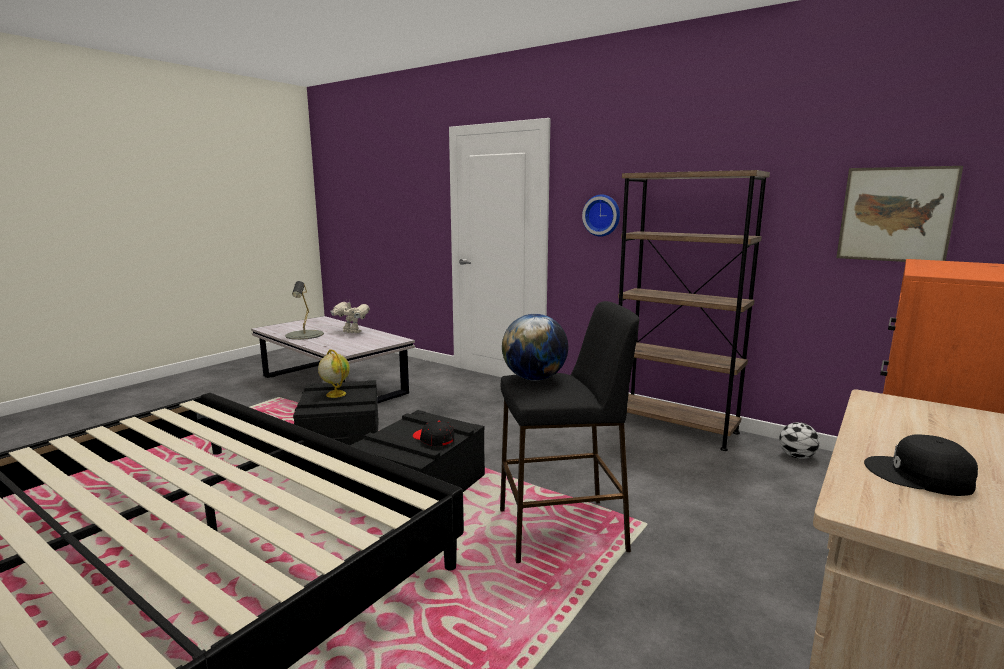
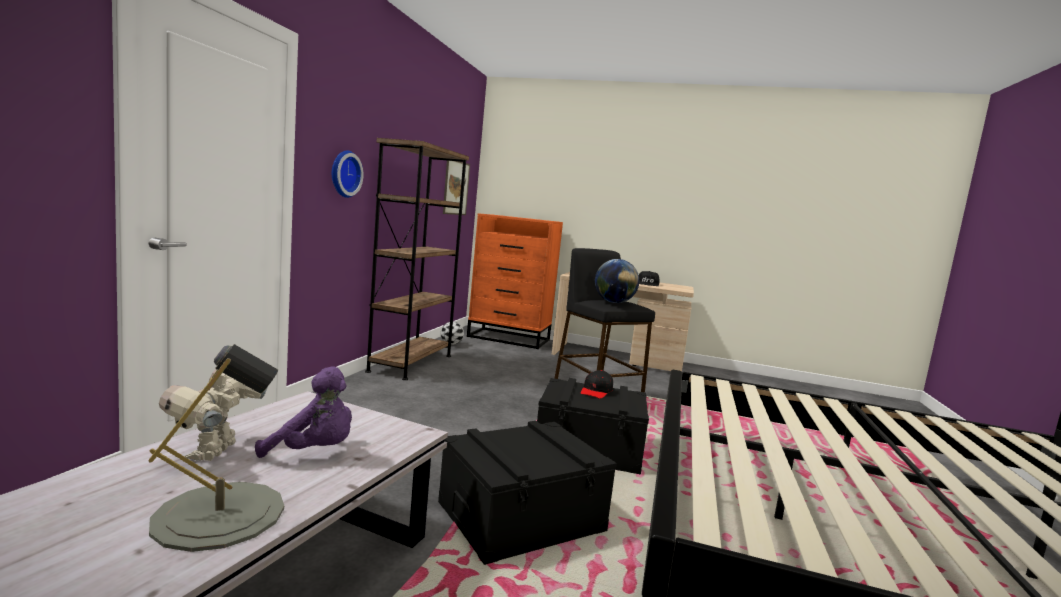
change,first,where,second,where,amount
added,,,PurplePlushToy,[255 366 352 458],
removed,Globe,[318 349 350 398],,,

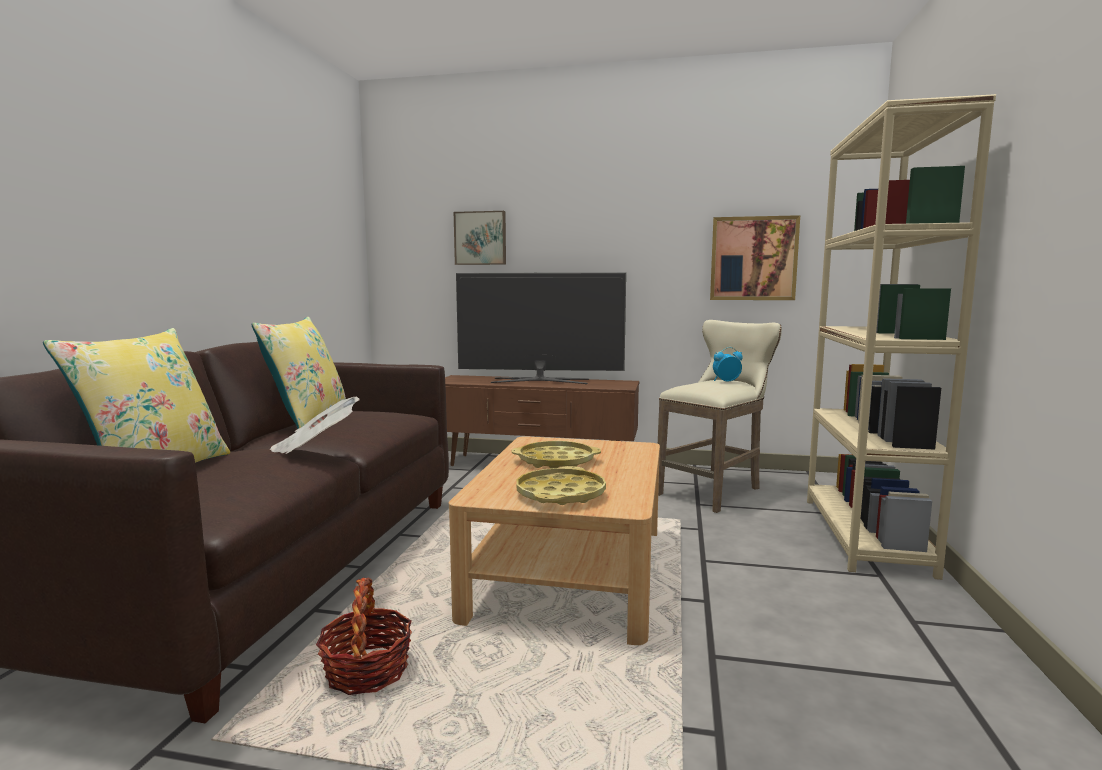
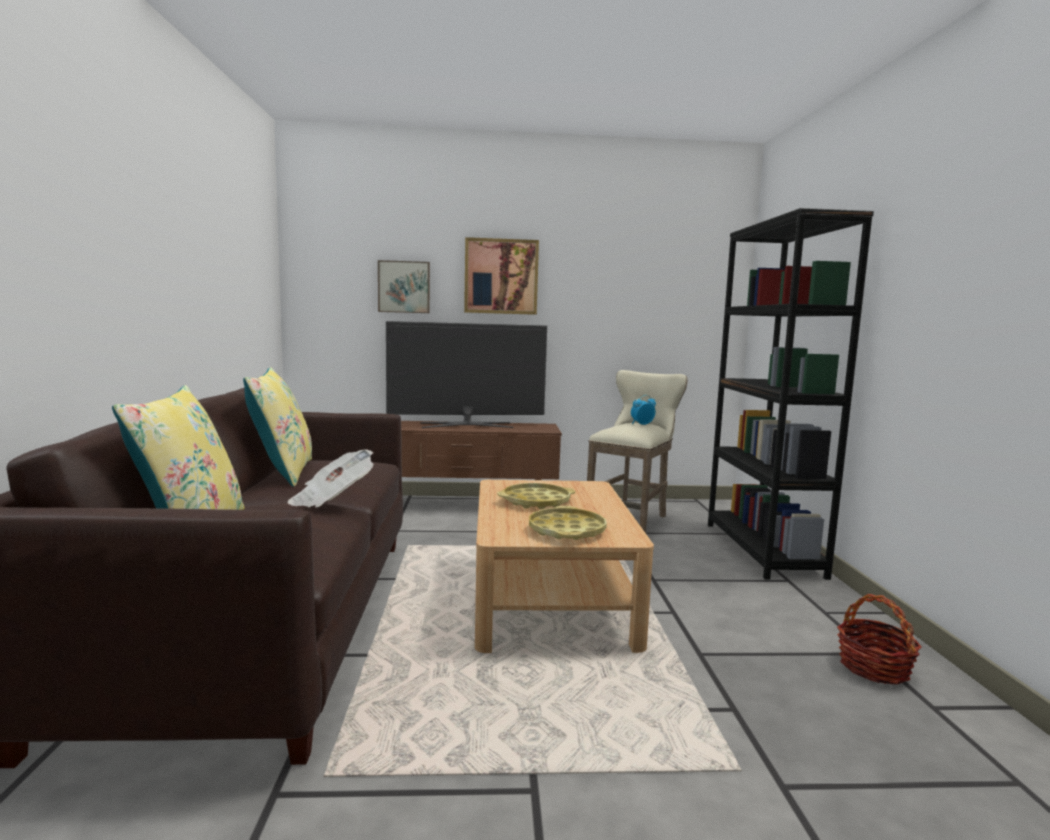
change,first,where,second,where,amount
moved,Picture,[710 215 800 300],,[464 237 539 315],
recoloured,BeigeBookcase,[807 94 996 580],BlackBookcase,[708 208 874 580],
moved,Basket,[316 578 412 695],,[837 594 922 685],

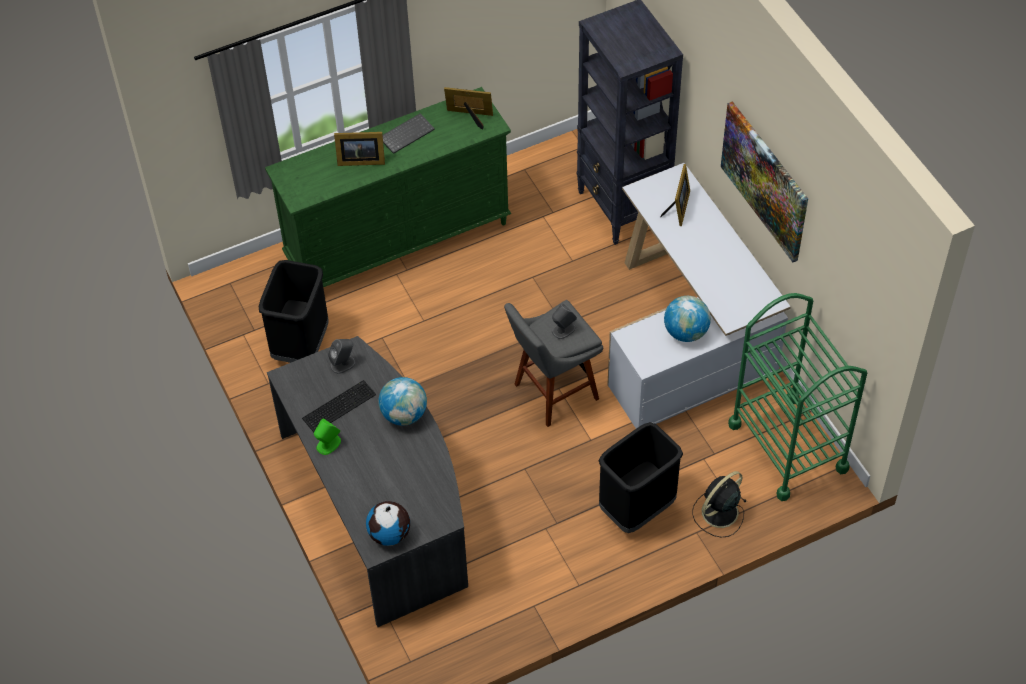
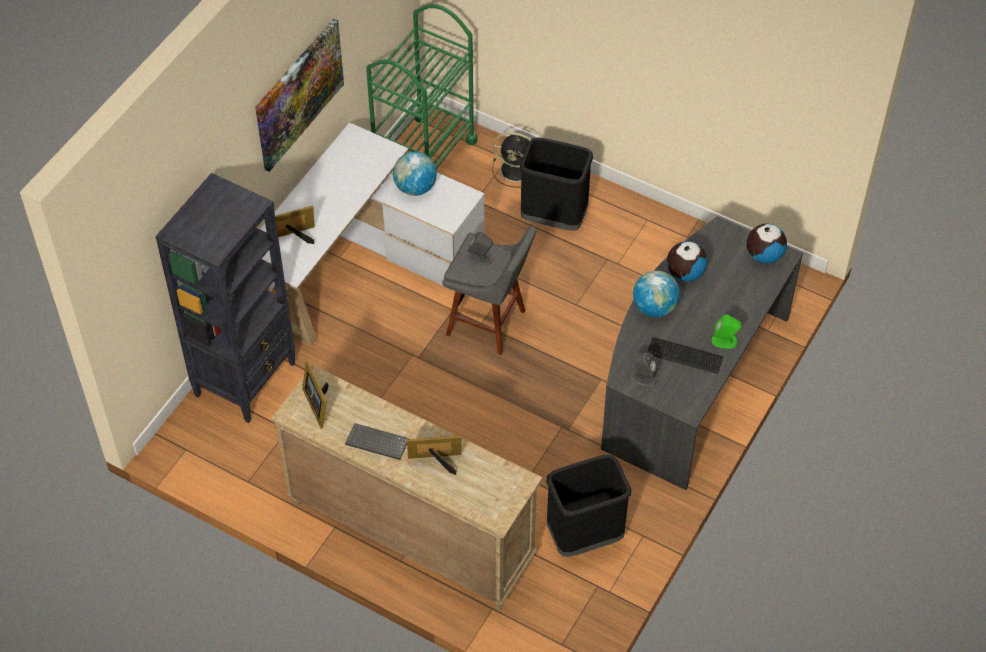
change,first,where,second,where,amount
recoloured,GreenDresser,[265 87 511 287],BeigeDresser,[271 365 542 610],
turned,PictureFrame,[334 132 385 166],,[407 435 462 475],60 degrees counterclockwise
added,,,Globe,[667 241 707 282],

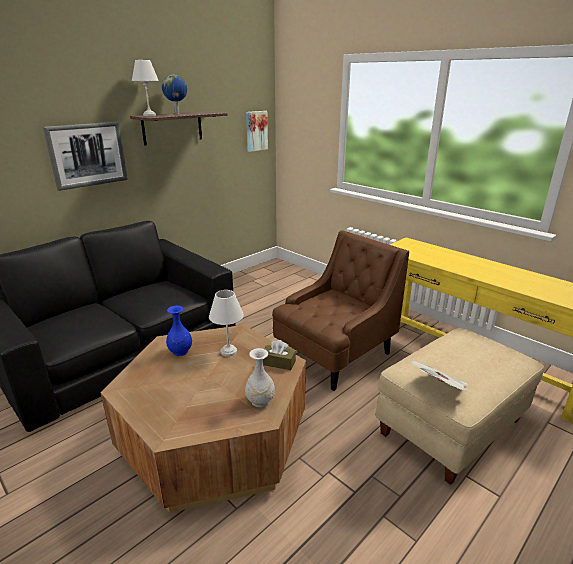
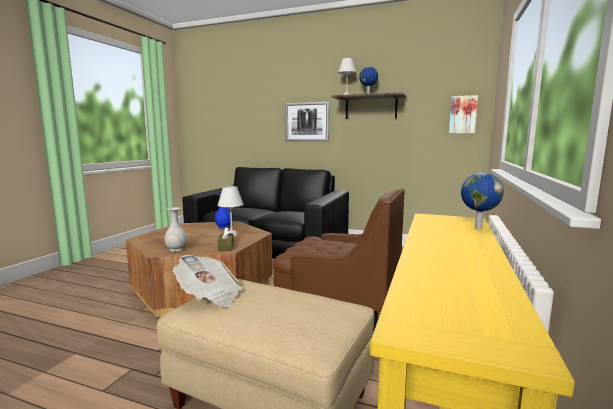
change,first,where,second,where,amount
added,,,Globe,[461 173 504 229],

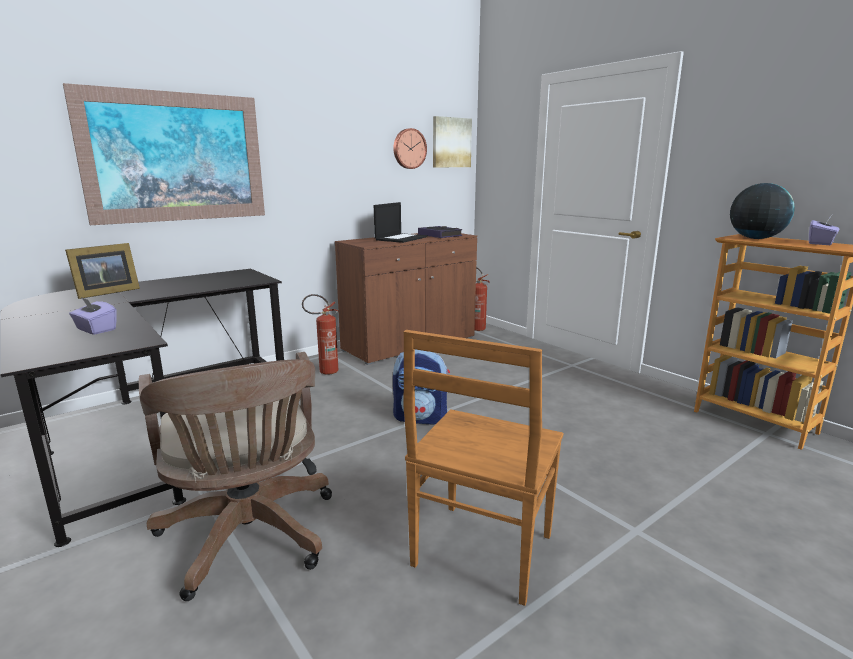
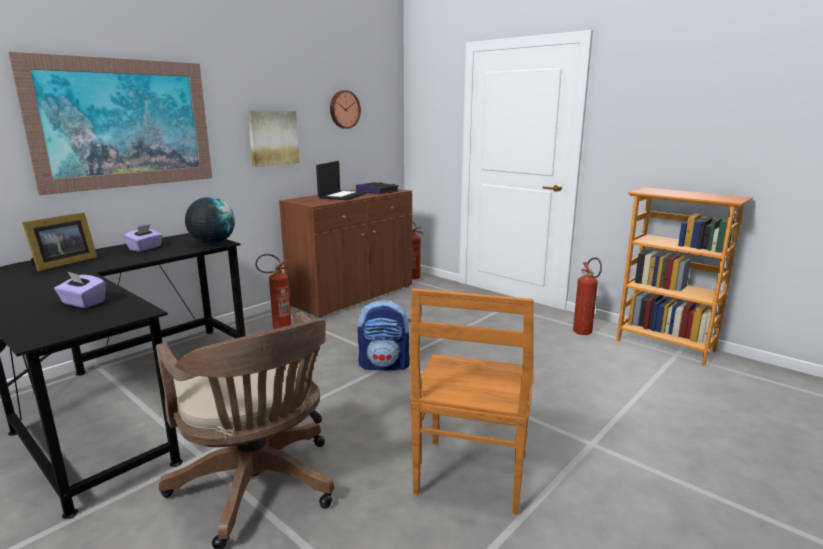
change,first,where,second,where,amount
moved,PurpleTissueBox,[809 214 839 245],,[123 224 163 252],
moved,Globe,[730 183 795 239],,[185 197 235 244],
moved,Picture,[433 116 472 167],,[247 110 299 167],
added,,,FireExtinguisher,[573 258 602 335],

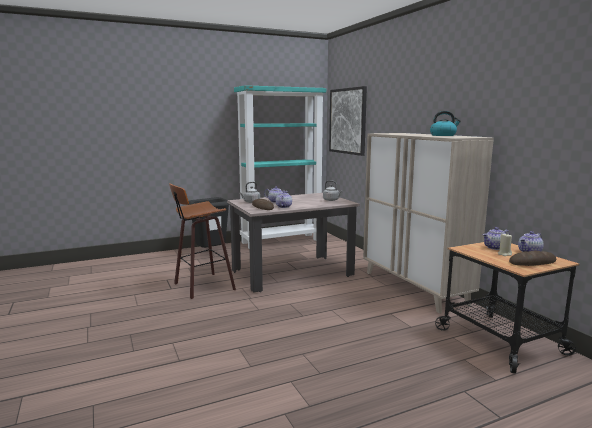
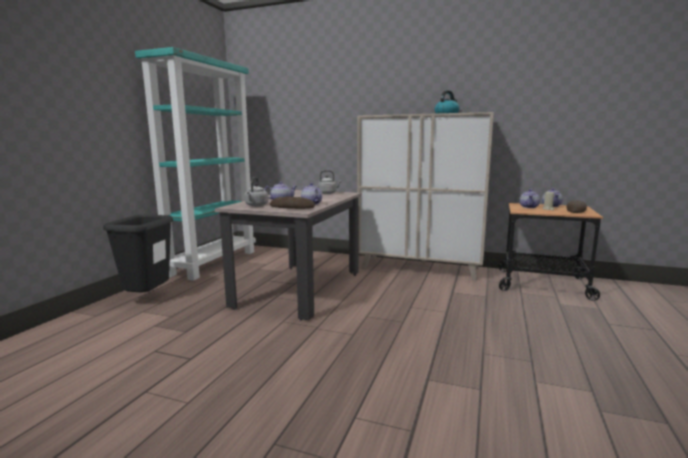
change,first,where,second,where,amount
removed,Stool,[169 183 236 299],,,
removed,Picture,[329 86 367 156],,,

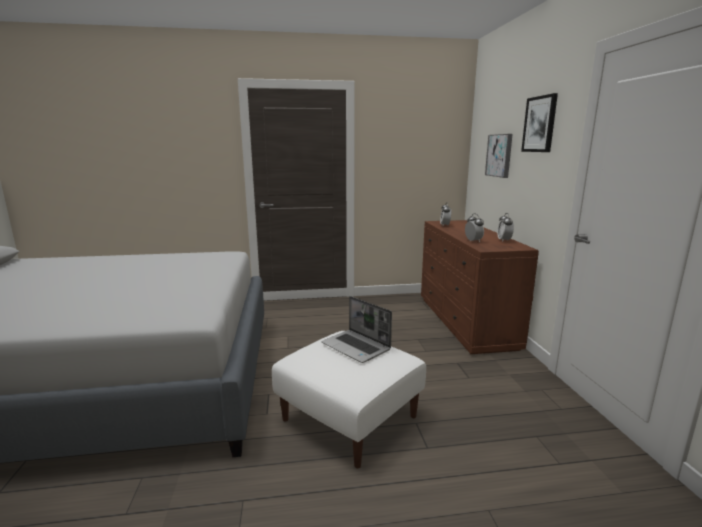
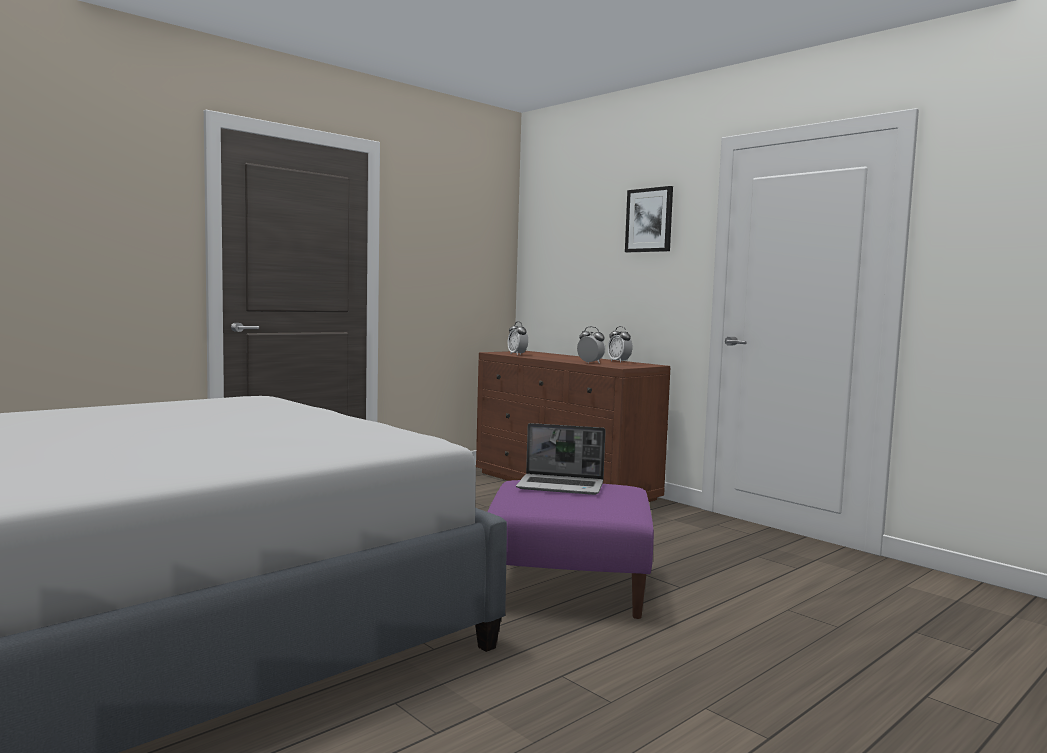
change,first,where,second,where,amount
recoloured,WhiteOttoman,[272 331 426 468],PurpleOttoman,[488 480 654 619],
removed,Picture,[485 134 513 178],,,

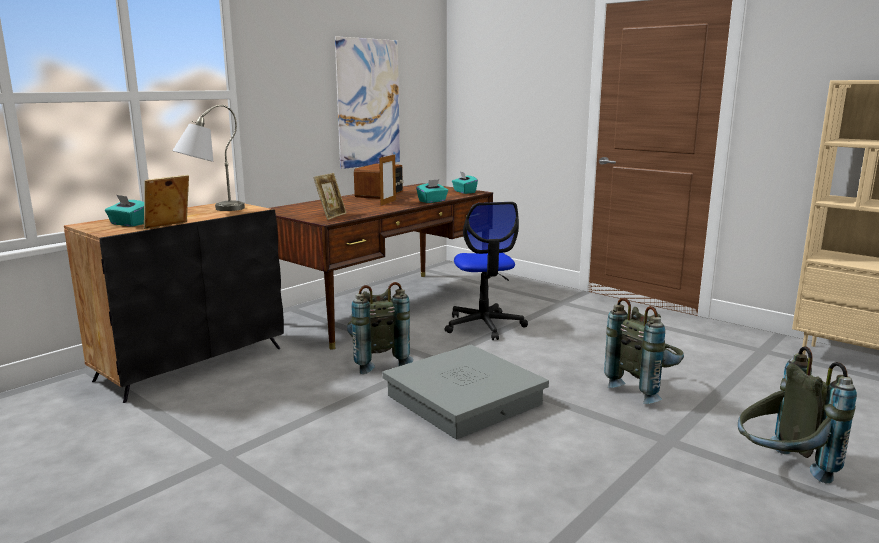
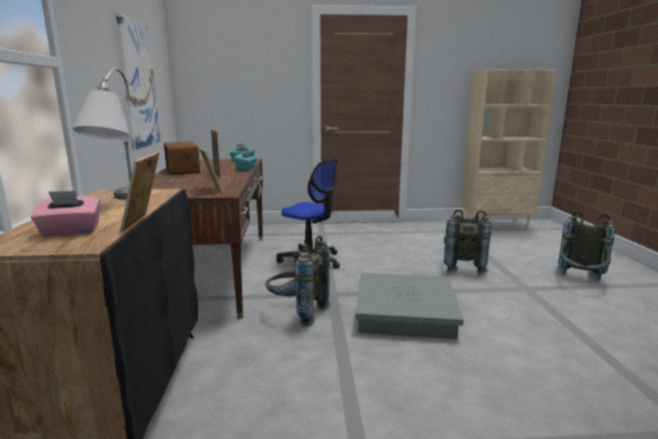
change,first,where,second,where,amount
recoloured,TurquoiseTissueBox,[105 195 144 227],PinkTissueBox,[31 190 101 237],

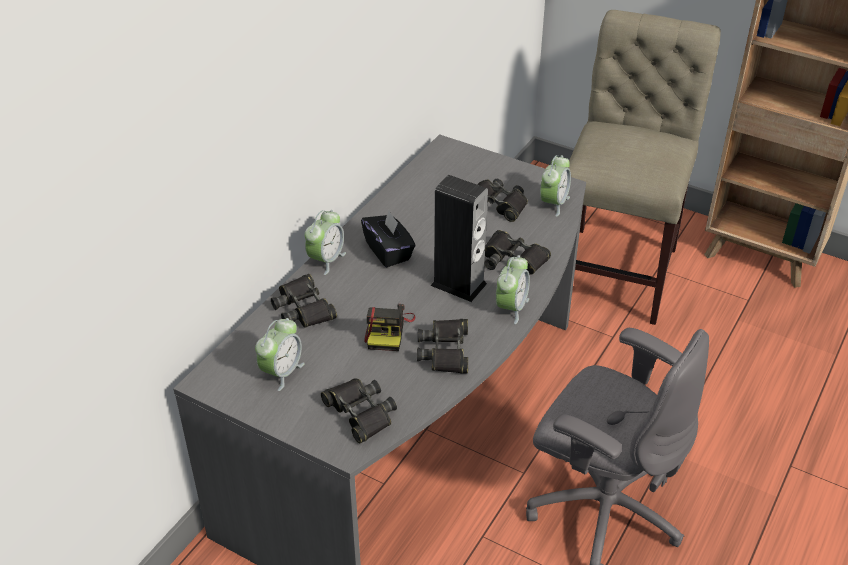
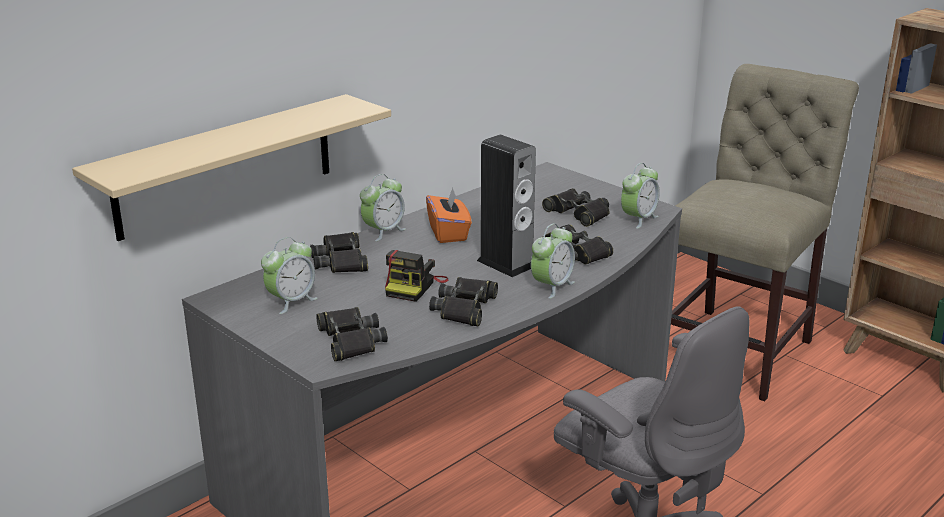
change,first,where,second,where,amount
added,,,BeigeShelf,[72 94 391 241],
recoloured,BlackTissueBox,[361 210 416 267],OrangeTissueBox,[426 188 472 243],

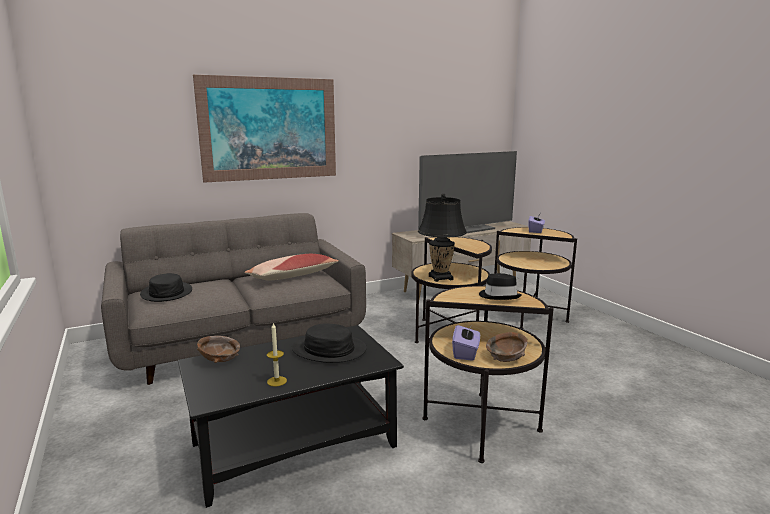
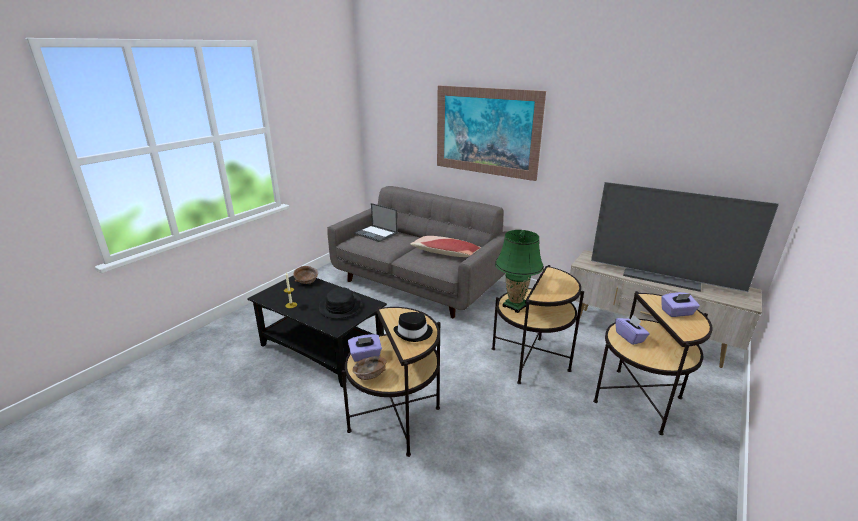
change,first,where,second,where,amount
replaced,BlackHat,[140 273 192 302],Laptop,[354 203 398 242],
recoloured,BlackTableLamp,[418 194 467 282],GreenTableLamp,[495 230 544 313],
added,,,PurpleTissueBox,[615 315 650 345],

